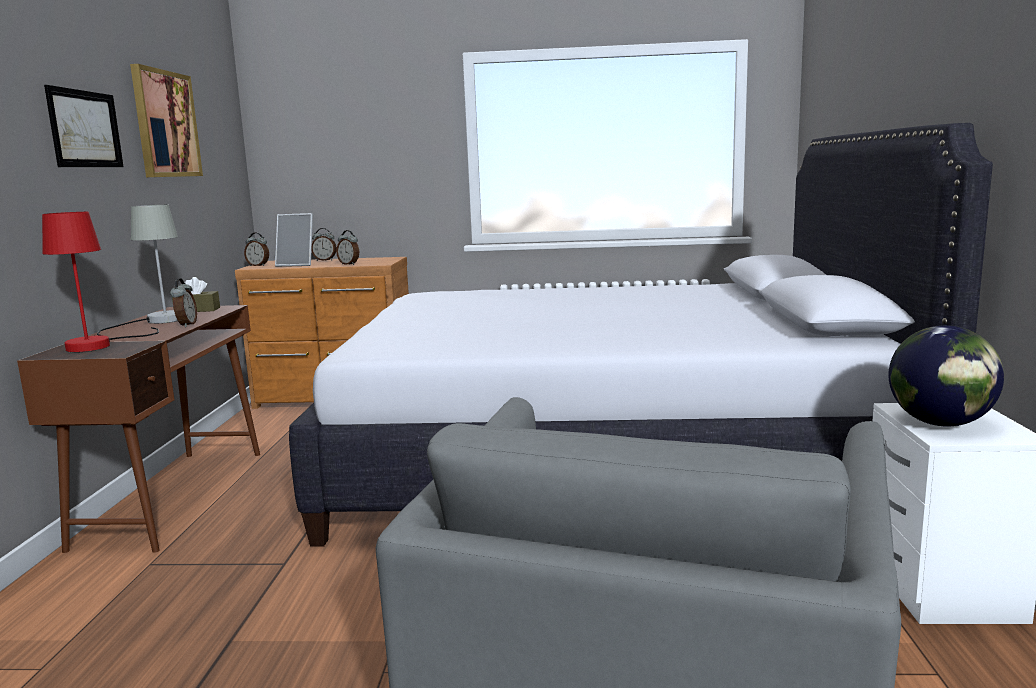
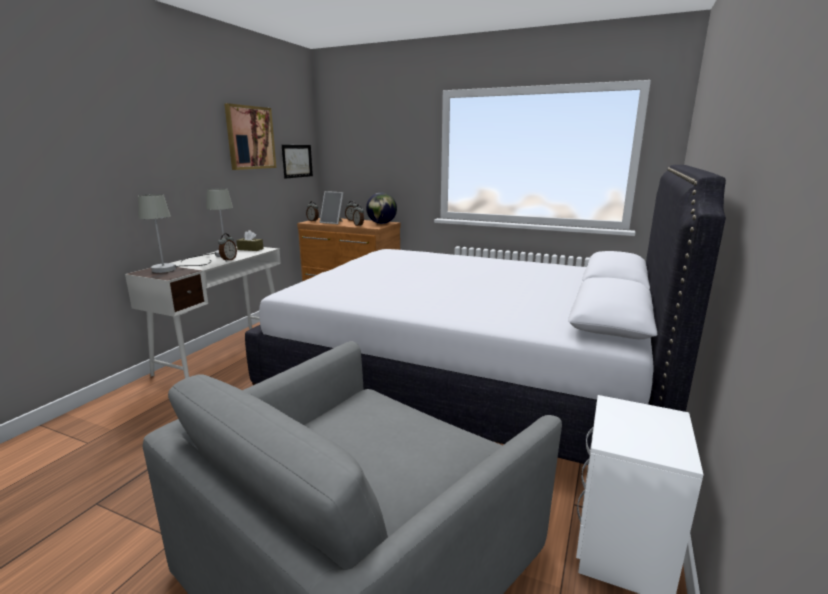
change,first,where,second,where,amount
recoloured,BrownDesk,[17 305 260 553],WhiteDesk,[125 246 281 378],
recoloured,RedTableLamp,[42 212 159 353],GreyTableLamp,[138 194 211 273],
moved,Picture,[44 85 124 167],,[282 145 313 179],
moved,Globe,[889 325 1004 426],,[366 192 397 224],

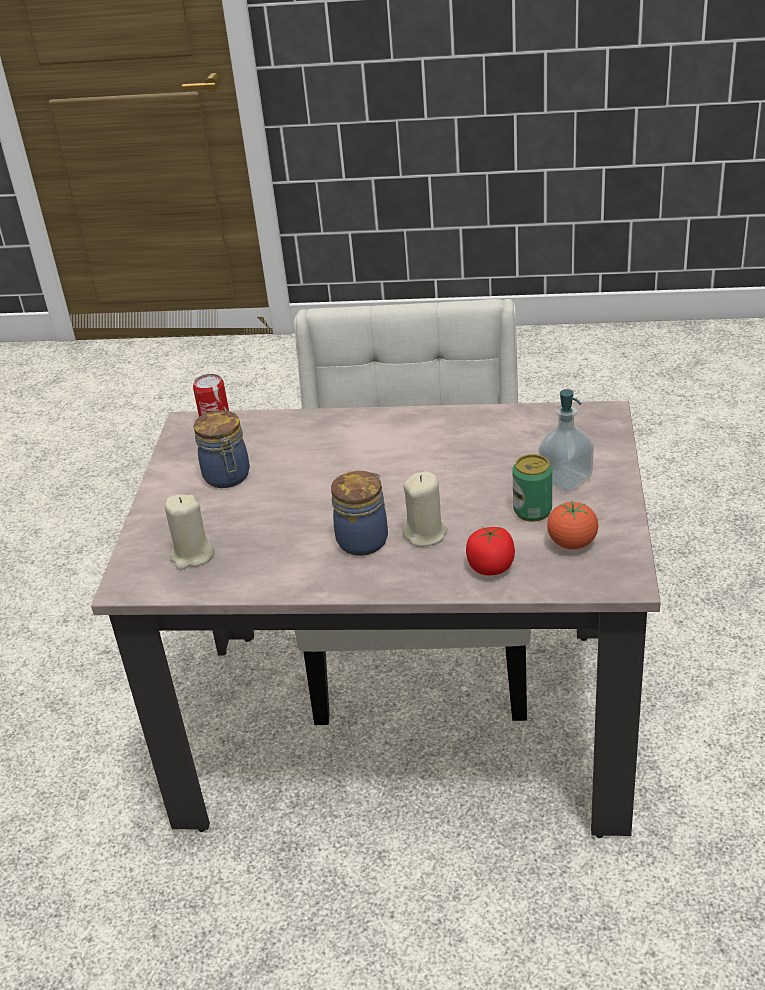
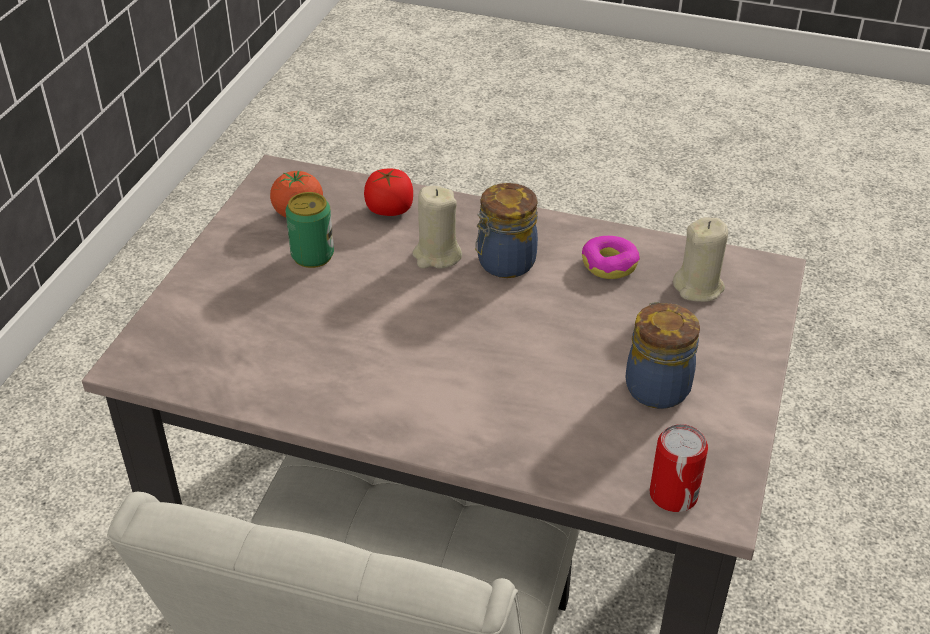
change,first,where,second,where,amount
added,,,Donut,[582 236 640 279],
removed,SoapDispenser,[538 389 594 492],,,

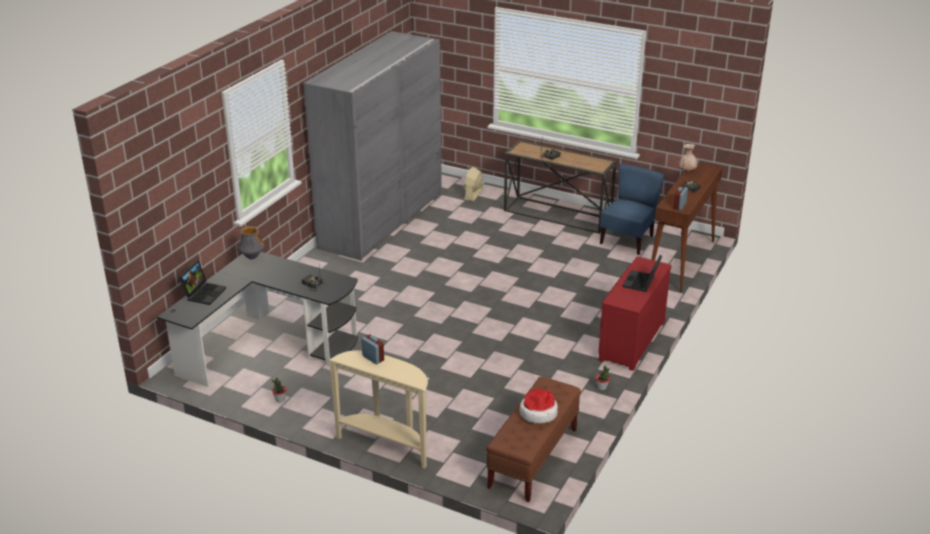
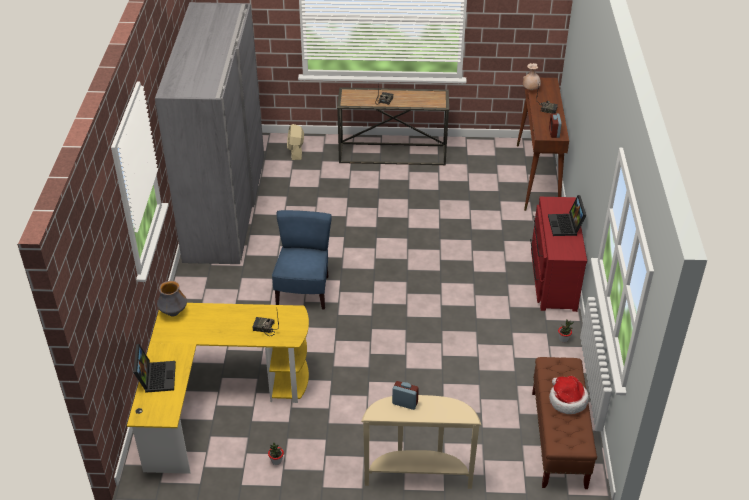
change,first,where,second,where,amount
recoloured,BlackDesk,[157 252 358 387],YellowDesk,[127 303 309 474],
moved,BlueChair,[600 164 665 255],,[272 210 332 310],

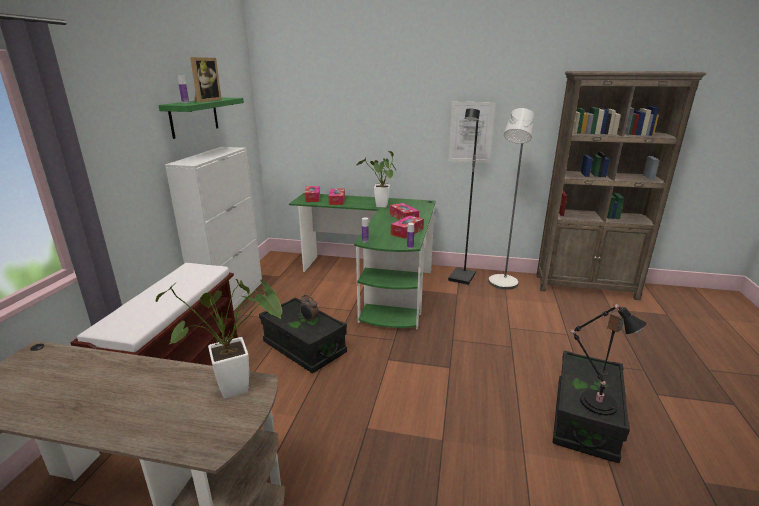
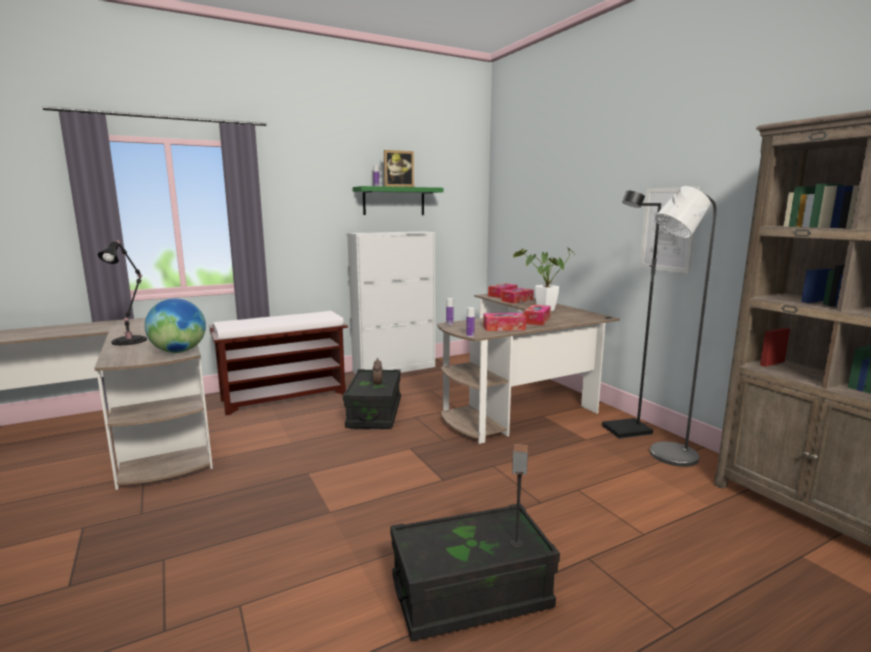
change,first,where,second,where,amount
moved,BlackTableLamp,[569 304 647 415],,[98 240 147 345],
replaced,PottedPlant,[156 279 282 399],Globe,[145 299 206 353],
recoloured,GreenDesk,[289 193 436 330],BrownDesk,[437 294 620 444],

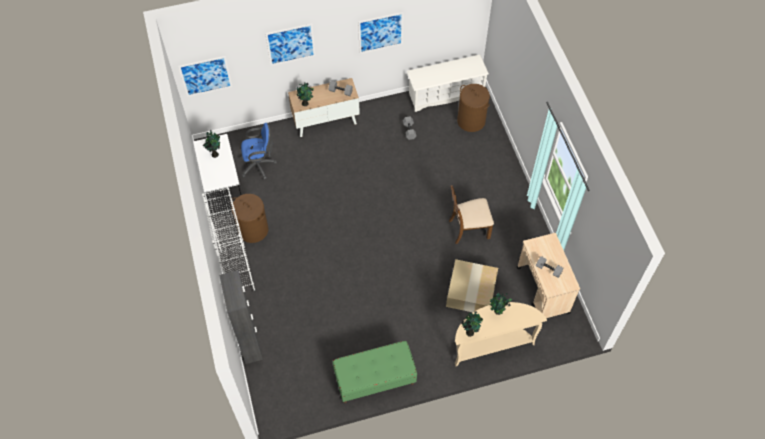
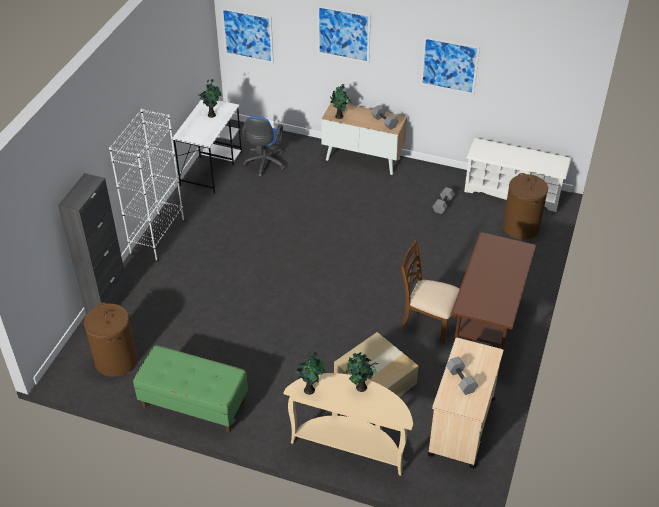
change,first,where,second,where,amount
moved,BrownLaundryBasket,[231 194 268 243],,[84 302 137 377],
turned,BlueOfficeChair,[240 123 277 179],,[242 116 285 177],75 degrees clockwise
added,,,BrownDesk,[452 232 537 369],

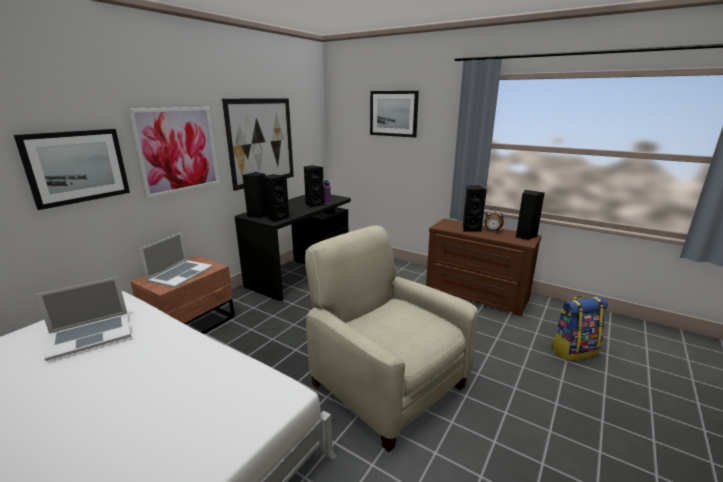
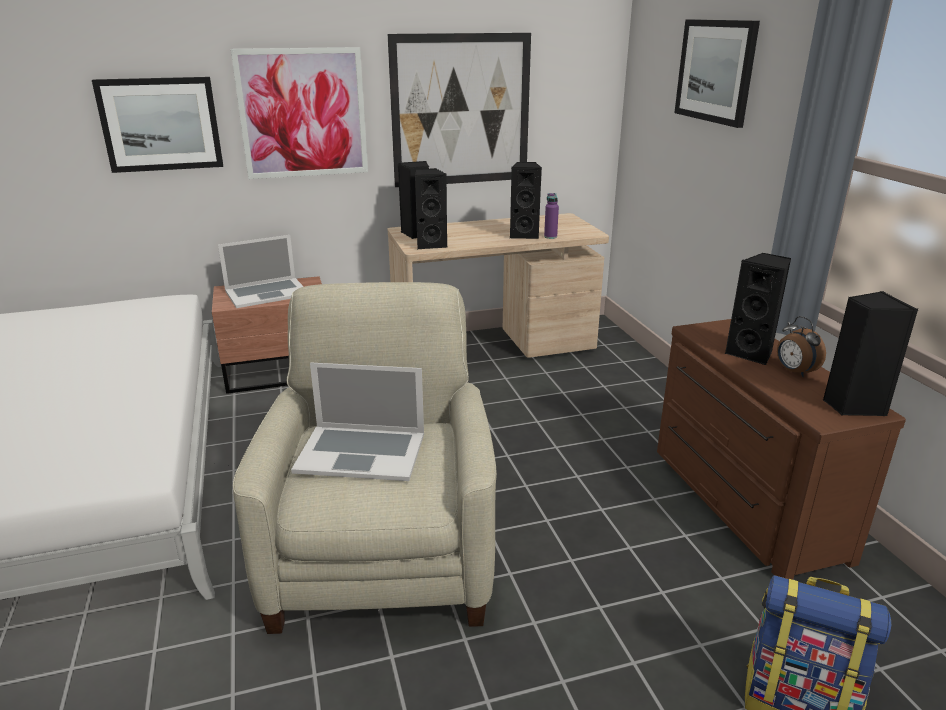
change,first,where,second,where,amount
moved,Laptop,[36 277 131 361],,[291 362 424 481],
recoloured,BlackDesk,[234 195 351 301],BeigeDesk,[388 213 609 358],

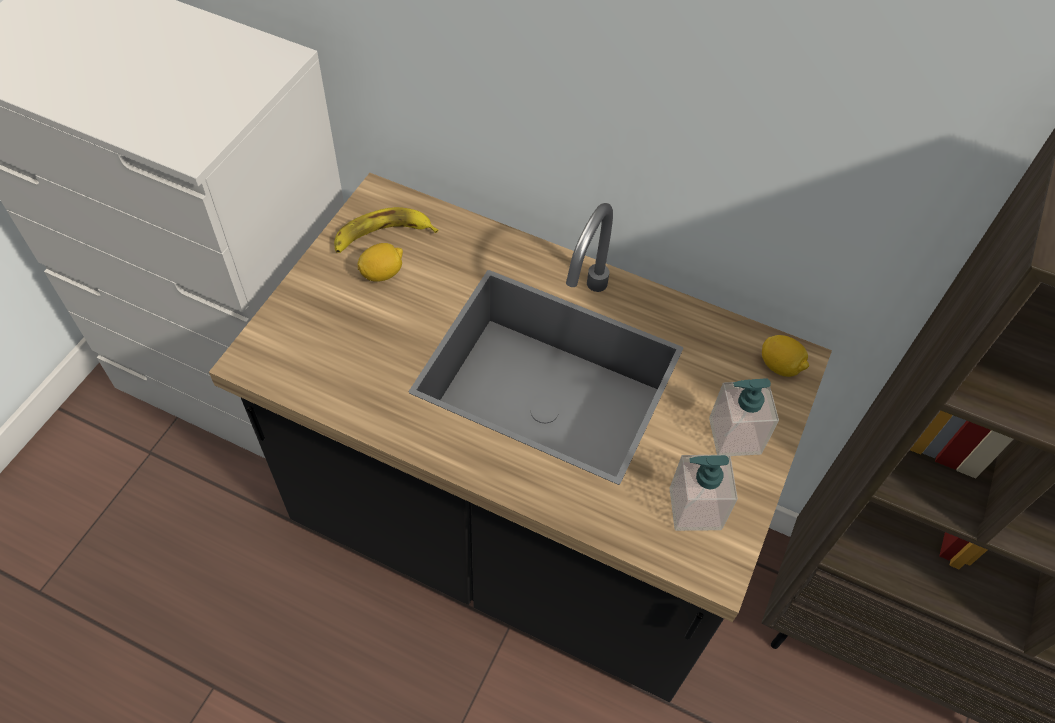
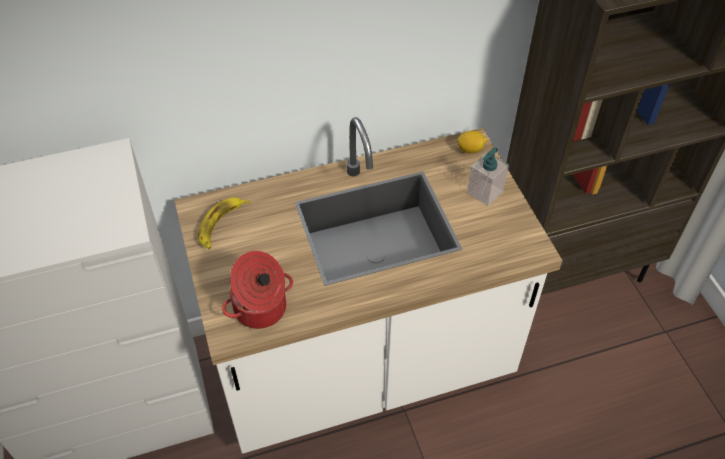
change,first,where,second,where,amount
recoloured,BlackCounter,[209 173 832 702],WhiteCounter,[175 117 563 454],
added,,,CookingPot,[222 251 293 329],
removed,Lemon,[358 243 403 282],,,
removed,SoapDispenser,[670 455 738 531],,,

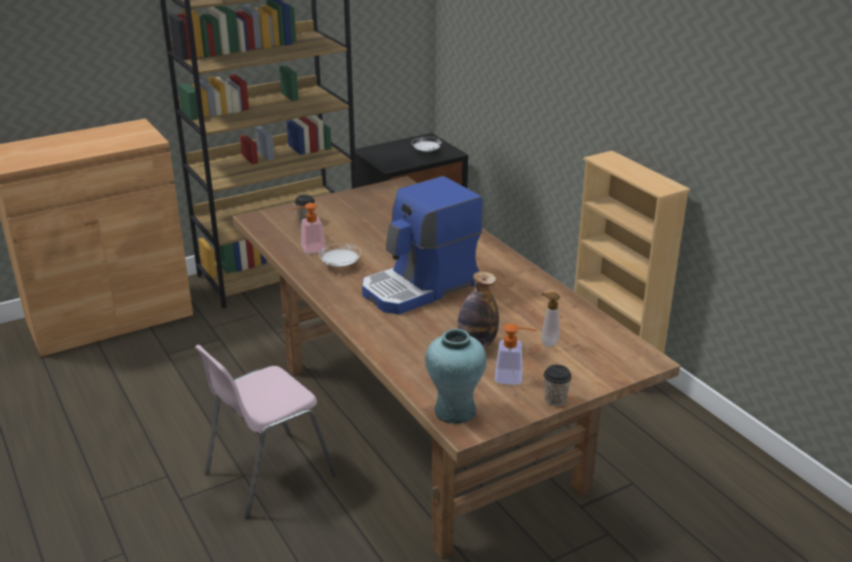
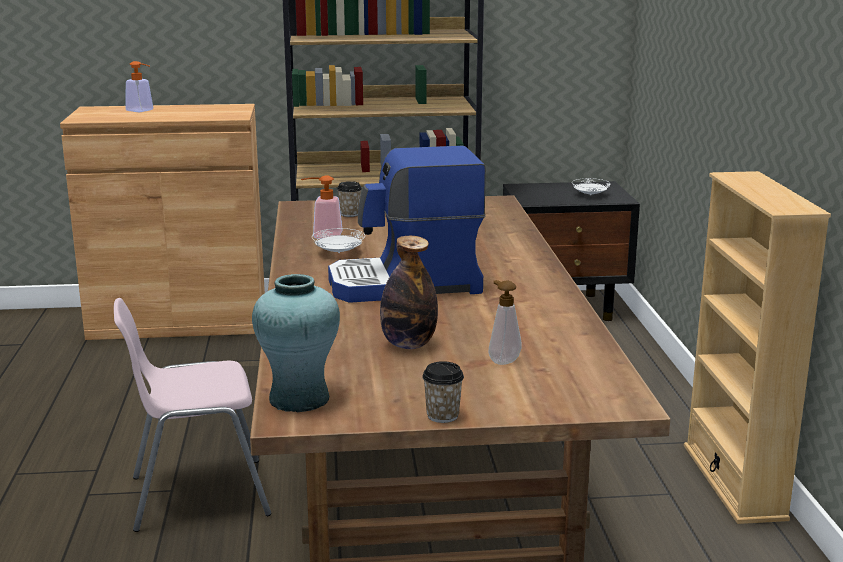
change,first,where,second,where,amount
moved,SoapDispenser,[495 324 537 385],,[126 61 153 113],

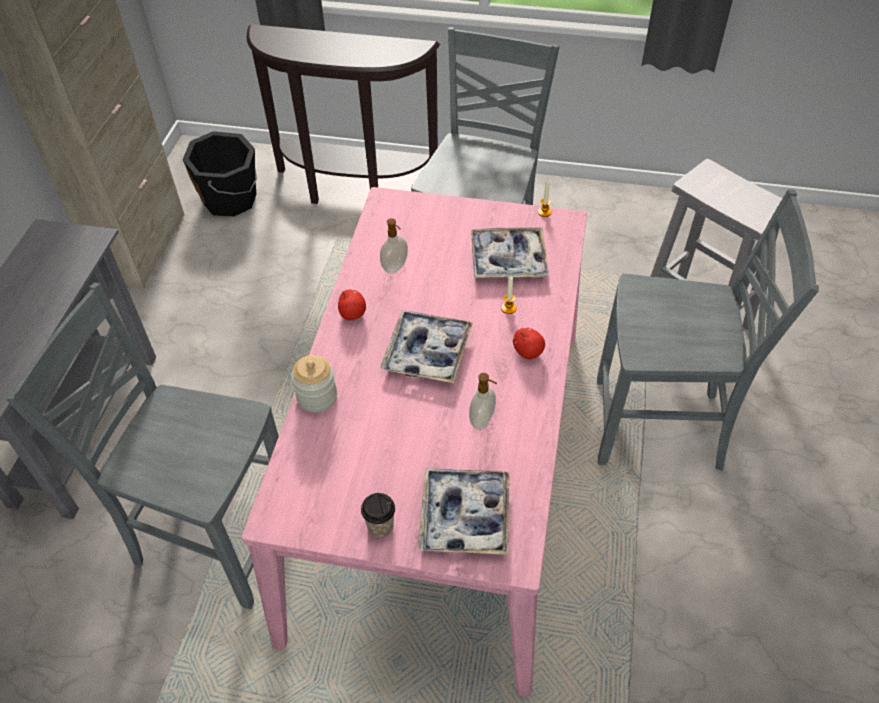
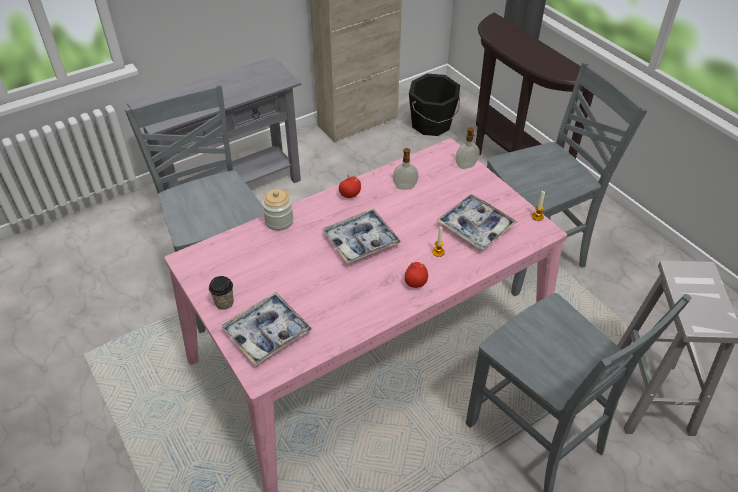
change,first,where,second,where,amount
moved,SoapDispenser,[469 373 497 430],,[456 127 479 169],

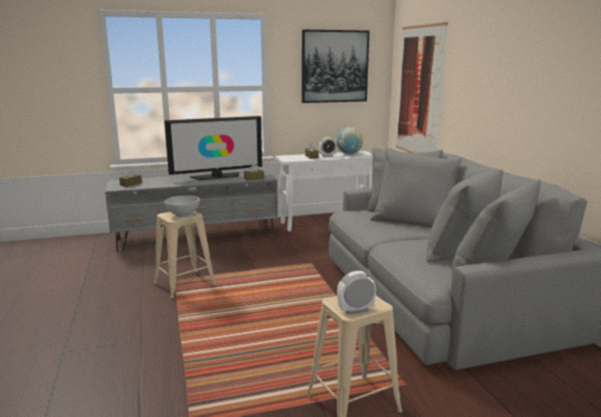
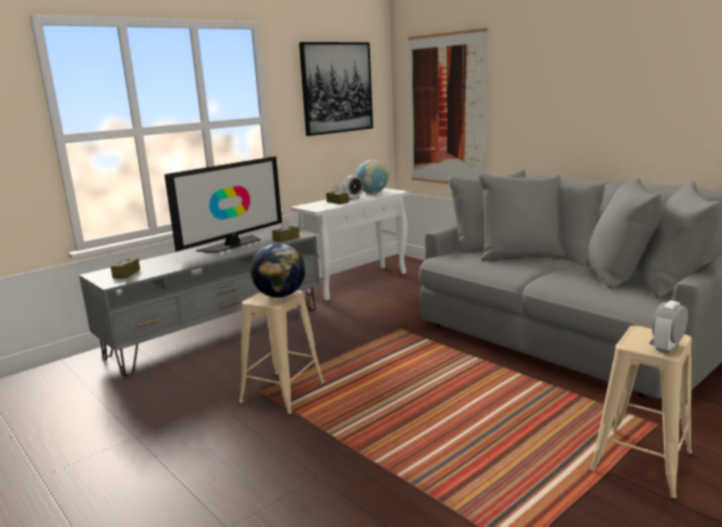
change,first,where,second,where,amount
replaced,WhiteBowl,[165 196 200 217],Globe,[250 243 305 298],

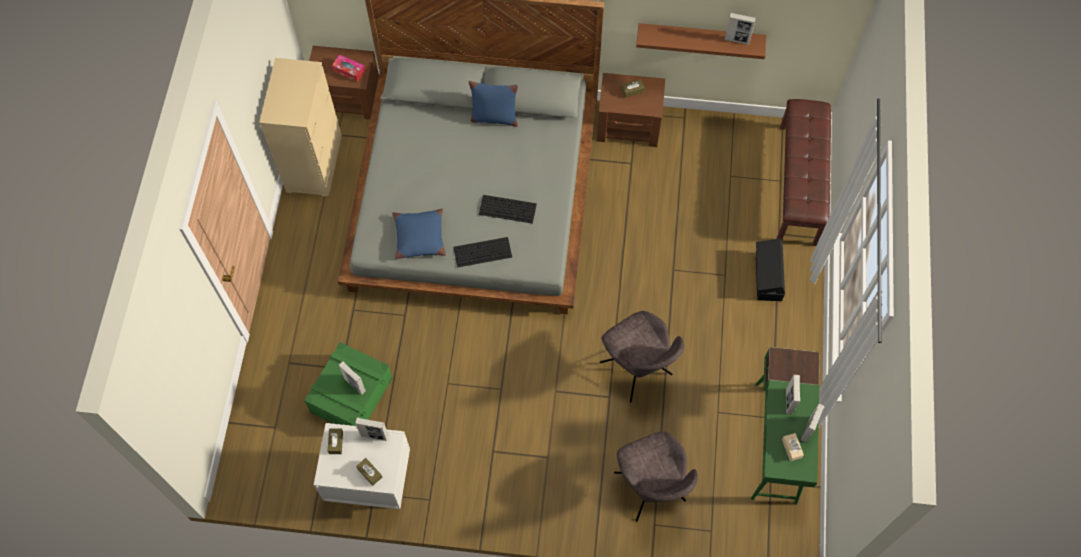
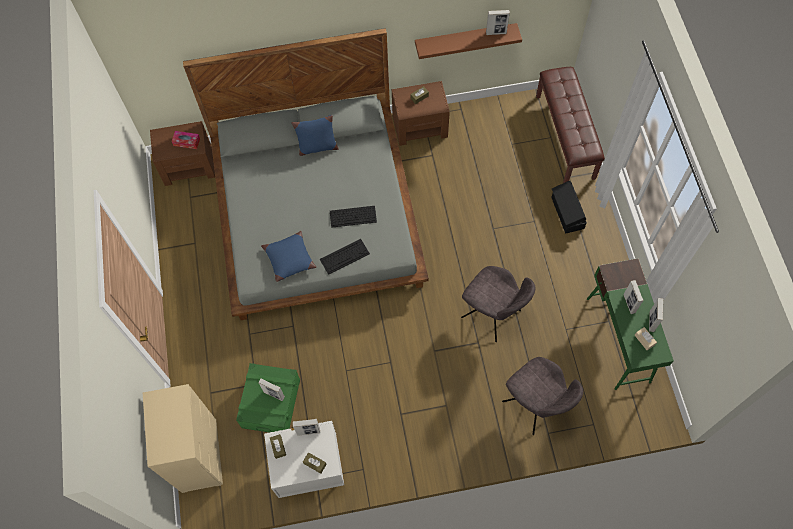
change,first,where,second,where,amount
moved,BeigeDresser,[259 58 342 197],,[143 384 223 493],

